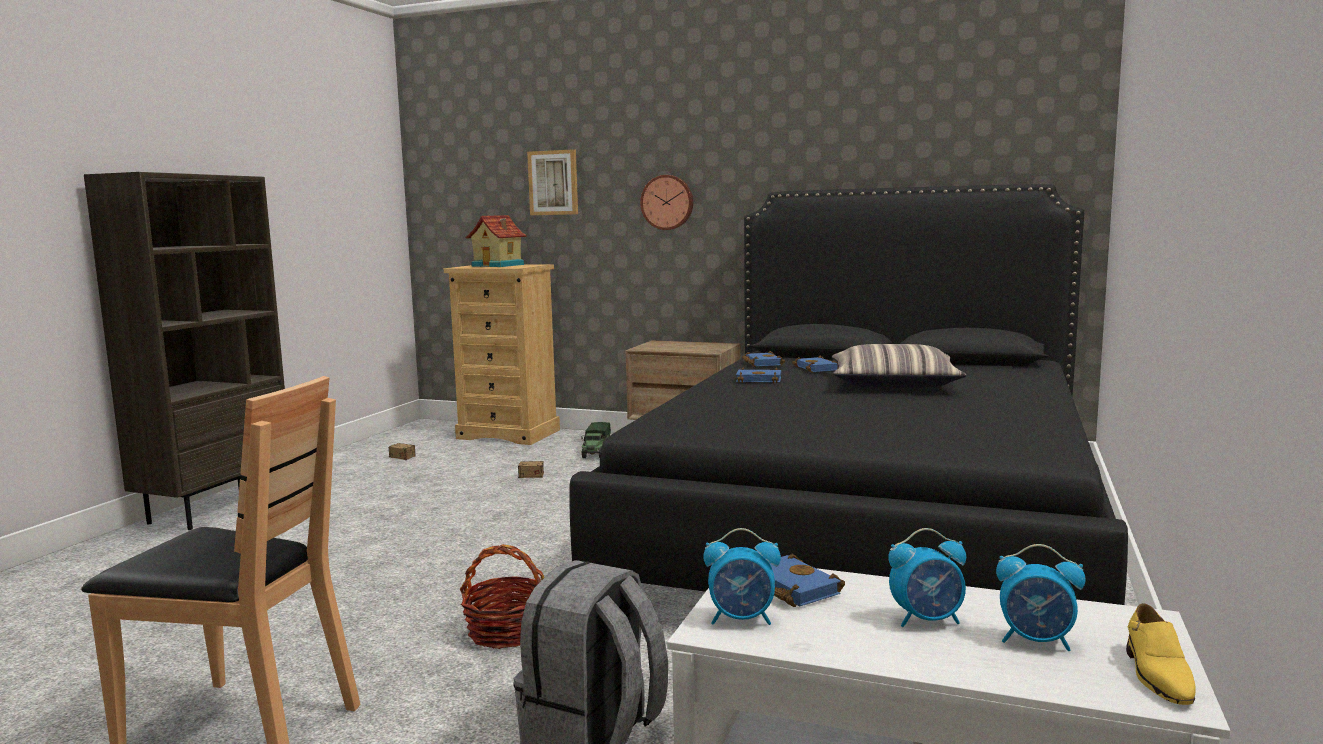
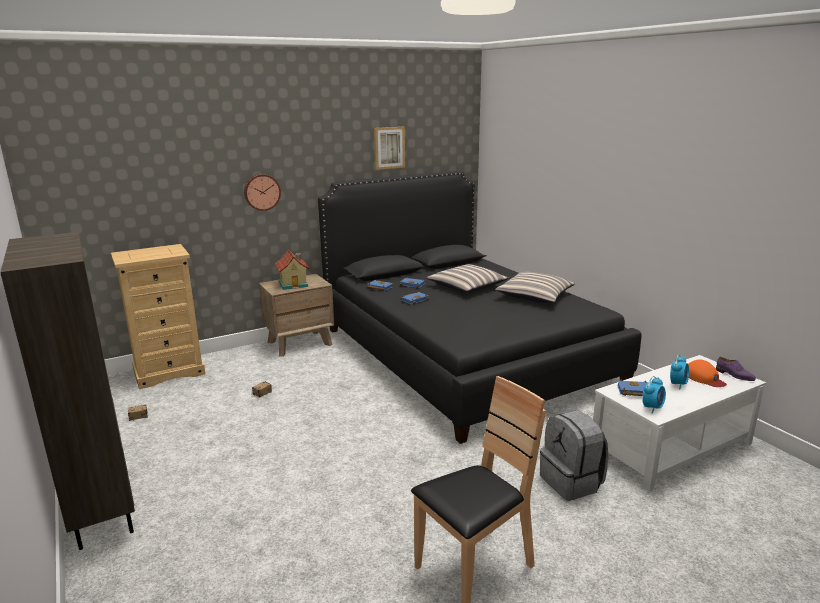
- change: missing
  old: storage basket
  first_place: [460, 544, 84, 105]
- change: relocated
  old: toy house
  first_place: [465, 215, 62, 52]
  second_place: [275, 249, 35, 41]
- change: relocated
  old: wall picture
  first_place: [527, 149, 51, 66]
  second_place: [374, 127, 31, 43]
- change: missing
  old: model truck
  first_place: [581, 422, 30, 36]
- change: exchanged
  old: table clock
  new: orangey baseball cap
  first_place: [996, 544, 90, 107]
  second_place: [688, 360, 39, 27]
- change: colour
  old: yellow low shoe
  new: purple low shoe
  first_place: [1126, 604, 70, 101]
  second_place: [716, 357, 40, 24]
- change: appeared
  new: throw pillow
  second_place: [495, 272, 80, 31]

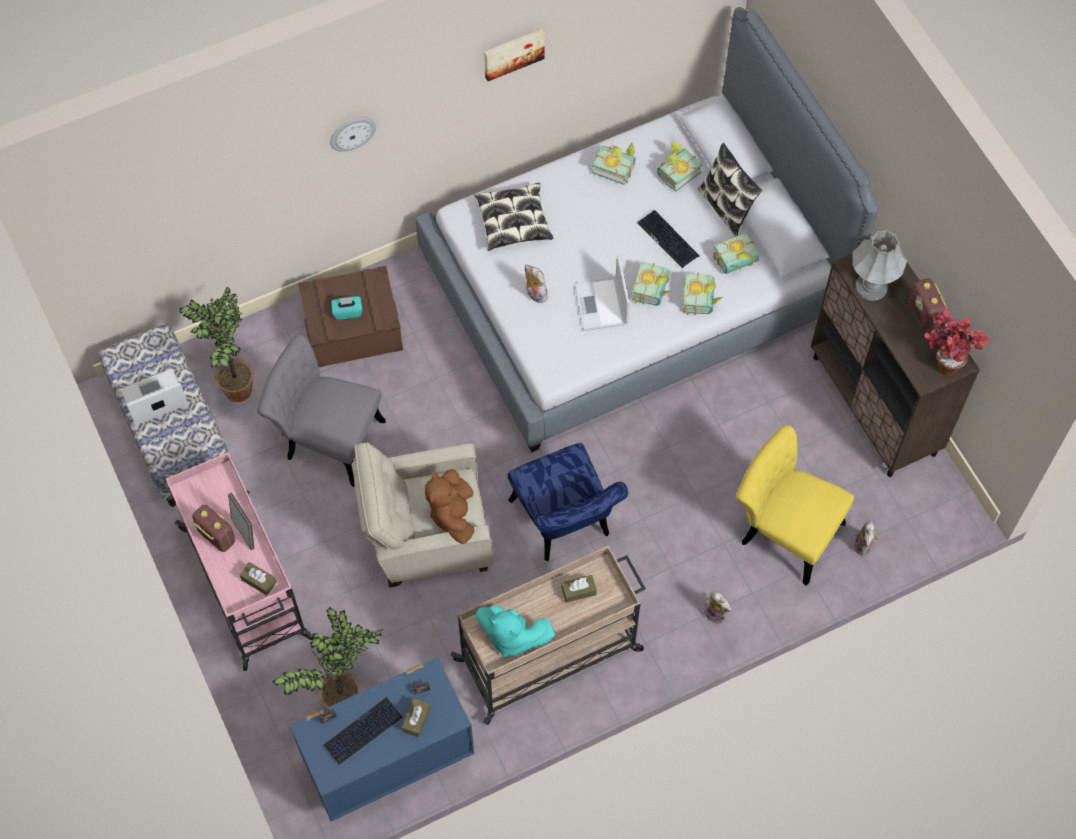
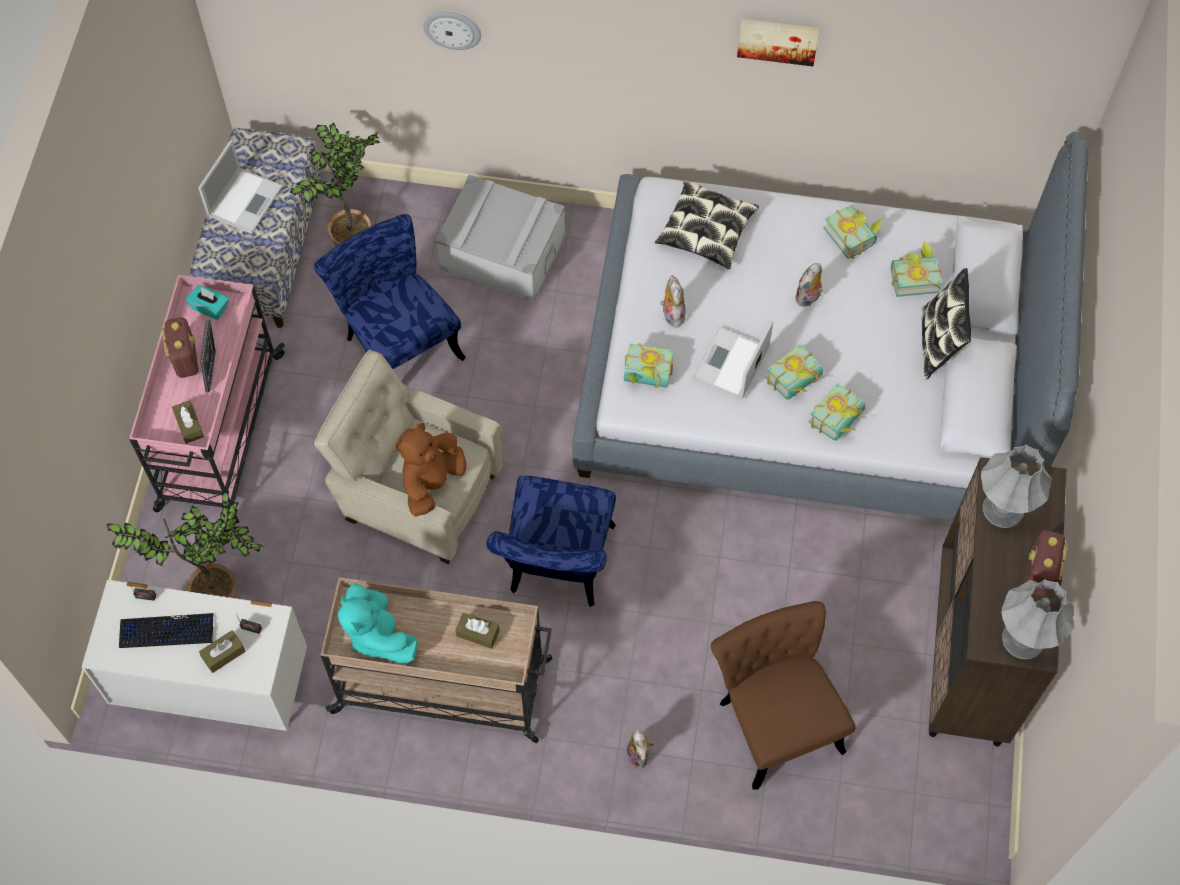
- change: spun
  old: portable computer
  first_place: [120, 369, 68, 56]
  second_place: [198, 140, 85, 94]
  degrees: 105
- change: colour
  old: grey plain chair
  new: bluish plain chair
  first_place: [257, 334, 129, 153]
  second_place: [314, 214, 152, 155]
- change: colour
  old: bluish dresser
  new: white dresser
  first_place: [290, 657, 184, 164]
  second_place: [82, 580, 225, 151]
- change: colour
  old: brownish storage container
  new: grey storage container
  first_place: [298, 266, 105, 101]
  second_place: [435, 174, 131, 128]
- change: relocated
  old: hanging clock
  first_place: [330, 117, 46, 35]
  second_place: [423, 12, 58, 38]
- change: relocated
  old: blue-green tissue holder
  first_place: [331, 297, 32, 23]
  second_place: [186, 285, 43, 35]
- change: missing
  old: keyboard
  first_place: [637, 210, 62, 58]
- change: relocated
  old: bound book
  first_place: [713, 233, 46, 41]
  second_place: [624, 343, 49, 45]
- change: colour
  old: yellow plain chair
  new: brownish plain chair
  first_place: [736, 425, 118, 161]
  second_place: [711, 601, 145, 189]
- change: relocated
  old: cuddly toy
  first_place: [853, 521, 26, 35]
  second_place: [795, 263, 28, 44]
- change: exchanged
  old: houseplant
  new: grey table lamp
  first_place: [925, 309, 65, 66]
  second_place: [1001, 579, 73, 80]

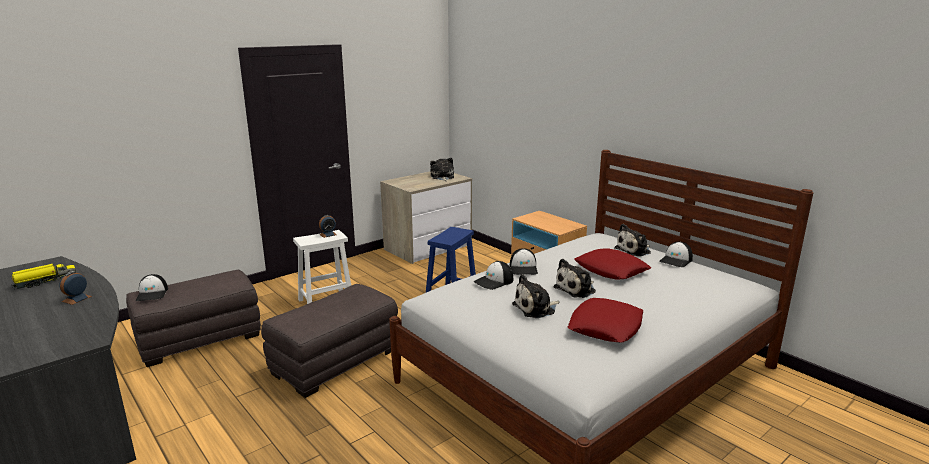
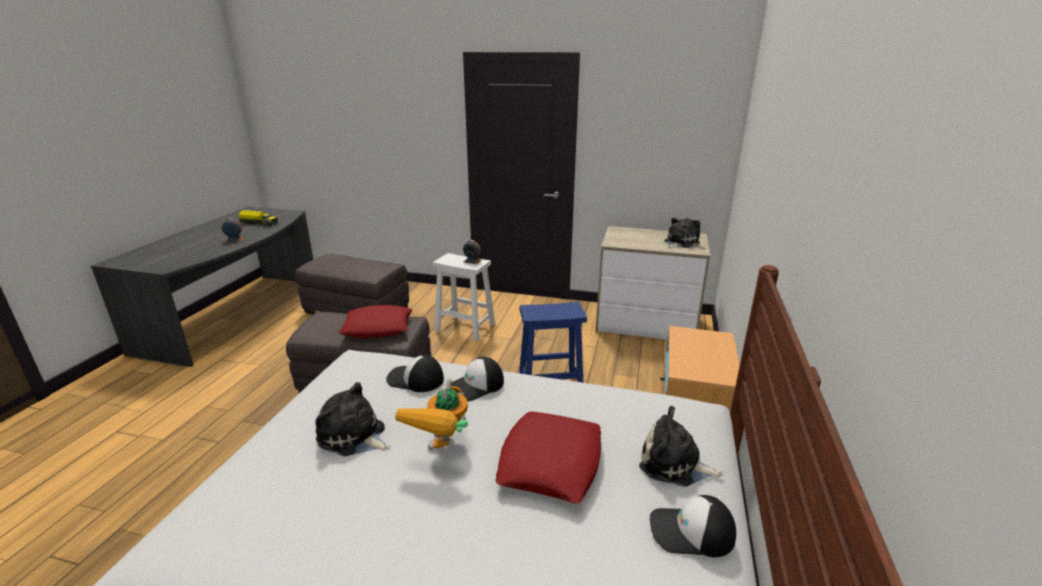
- change: missing
  old: baseball cap
  first_place: [136, 274, 32, 27]
- change: exchanged
  old: cuddly toy
  new: model robot
  first_place: [553, 259, 43, 39]
  second_place: [395, 378, 73, 73]
- change: relocated
  old: red-coloured throw pillow
  first_place: [568, 298, 75, 44]
  second_place: [339, 305, 74, 33]

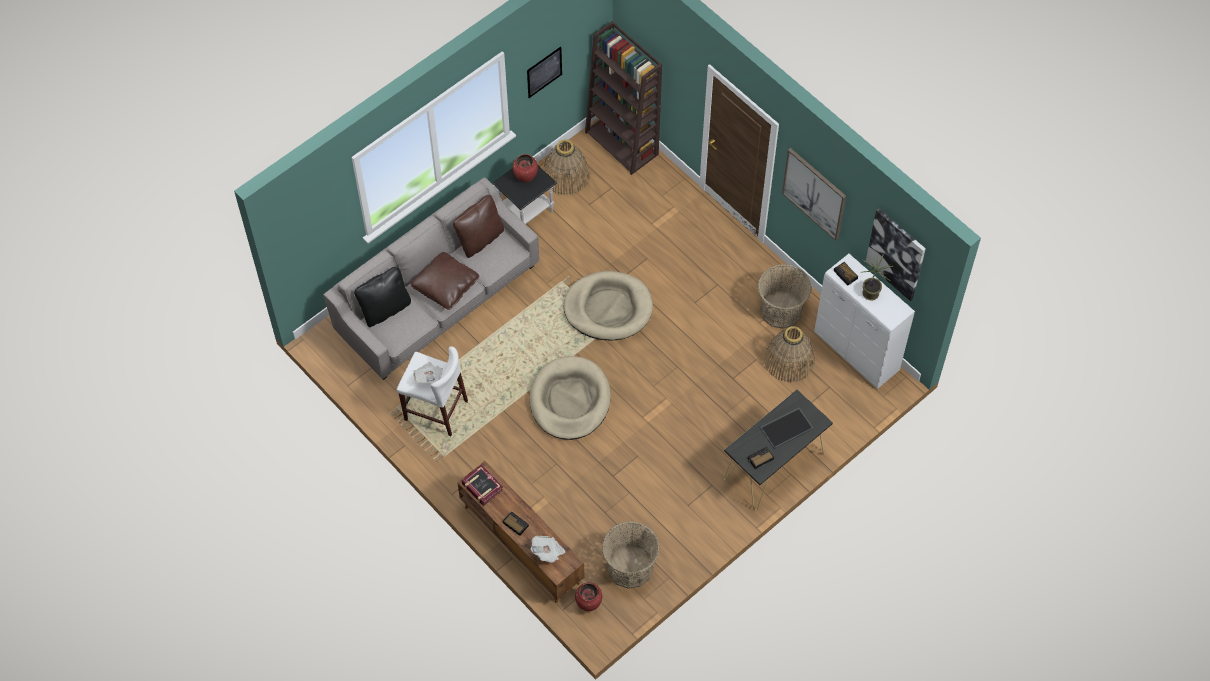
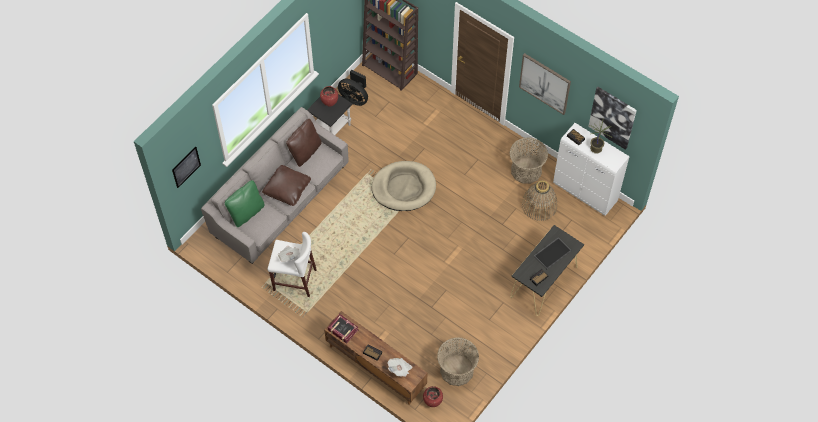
- change: colour
  old: blackish throw pillow
  new: green throw pillow
  first_place: [354, 267, 57, 60]
  second_place: [225, 180, 40, 47]
- change: relocated
  old: wall picture
  first_place: [527, 47, 35, 51]
  second_place: [172, 147, 29, 41]
- change: missing
  old: sand-coloured dog bed
  first_place: [530, 356, 81, 84]
- change: exchanged
  old: storage basket
  new: blackish electric fan
  first_place: [543, 139, 47, 56]
  second_place: [338, 70, 30, 36]

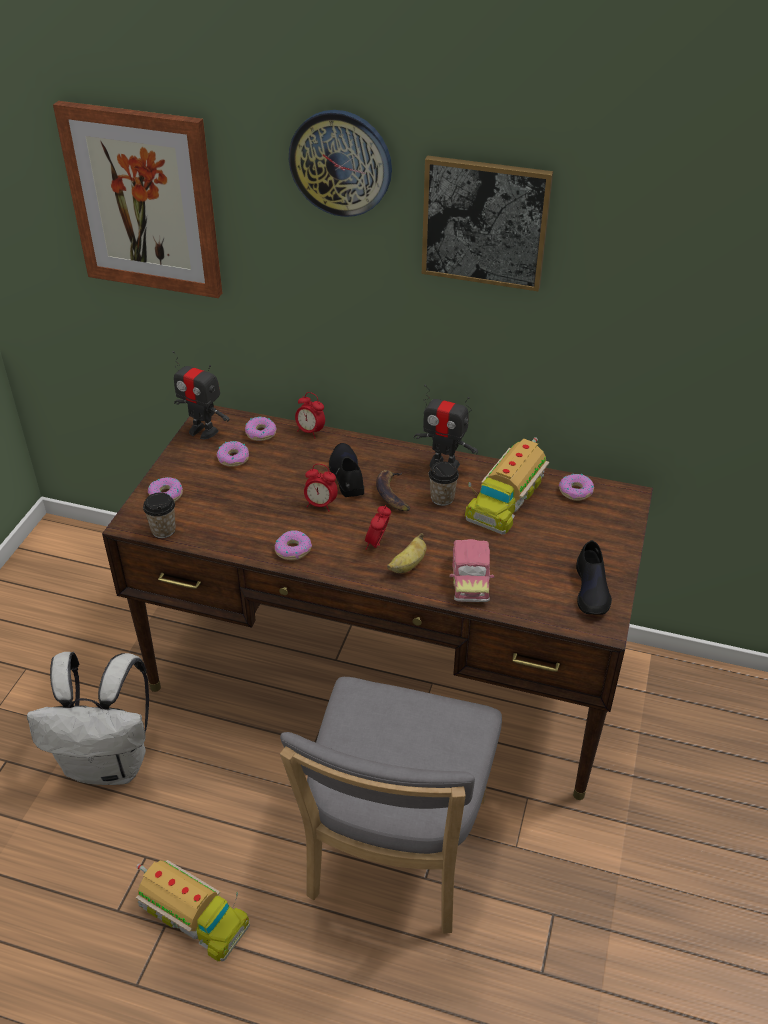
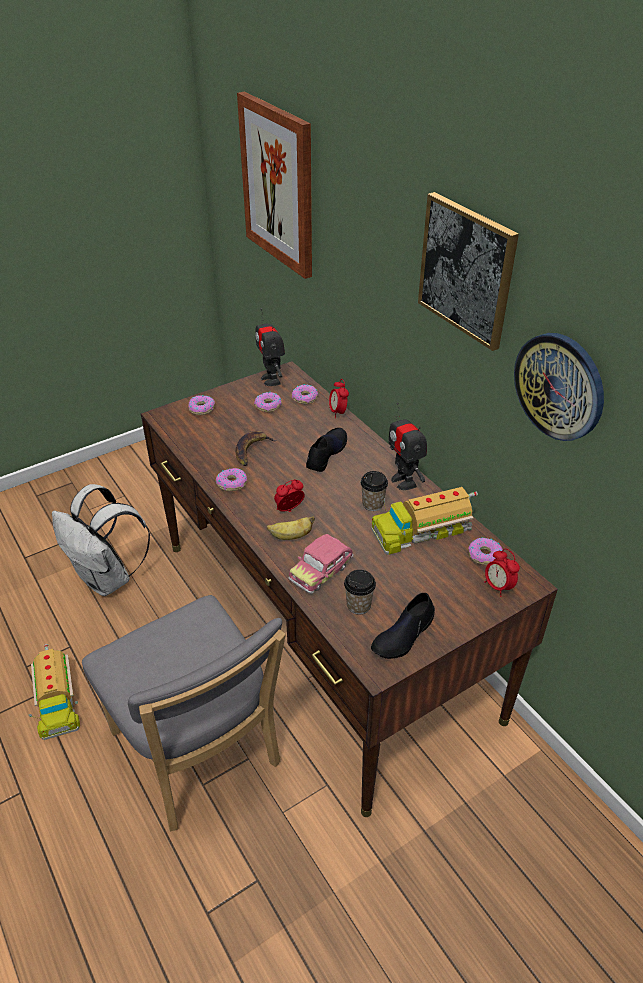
- change: relocated
  old: cup
  first_place: [143, 493, 33, 45]
  second_place: [344, 570, 32, 45]
- change: spun
  old: grey plain chair
  first_place: [280, 677, 222, 257]
  second_place: [82, 595, 204, 236]
  degrees: -90
- change: relocated
  old: hanging clock
  first_place: [289, 110, 103, 107]
  second_place: [514, 333, 90, 108]
- change: relocated
  old: table clock
  first_place: [304, 464, 34, 47]
  second_place: [484, 548, 36, 49]
- change: relocated
  old: banana fruit
  first_place: [376, 470, 34, 41]
  second_place: [236, 431, 41, 35]

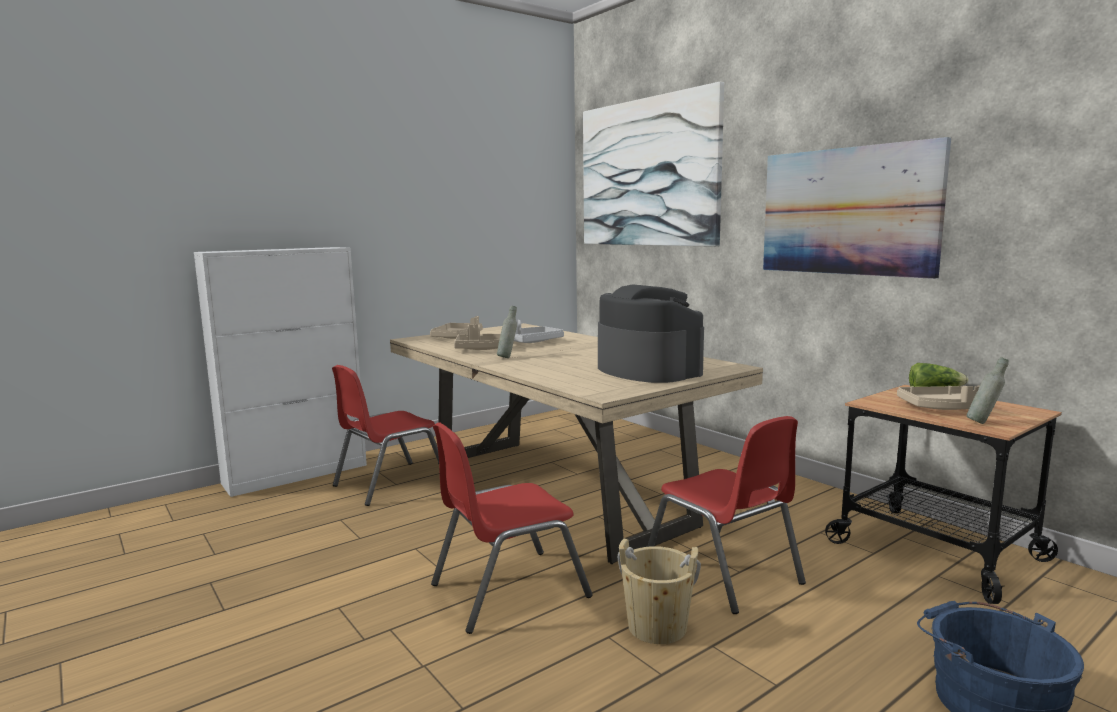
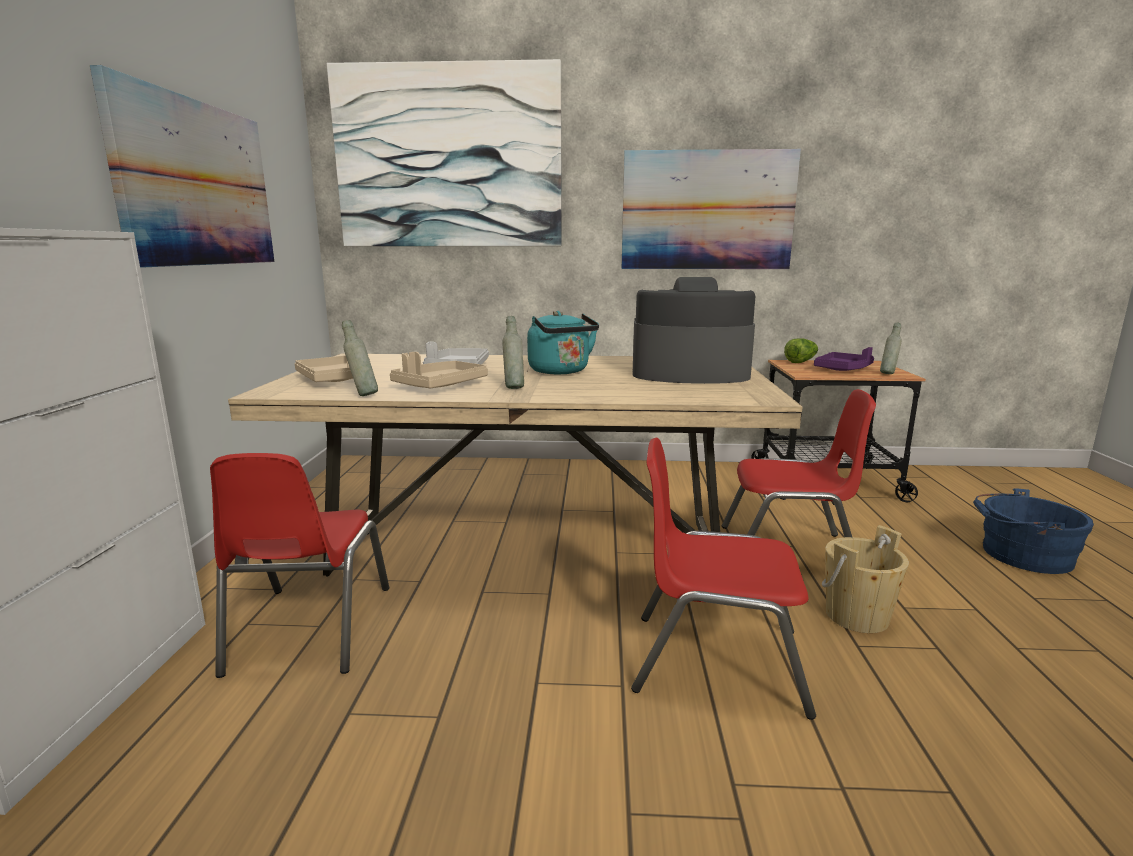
- change: spun
  old: red-coloured plain chair
  first_place: [431, 423, 161, 211]
  second_place: [631, 438, 185, 282]
  degrees: 90
- change: colour
  old: sand-coloured carrying tray
  new: purple carrying tray
  first_place: [897, 385, 98, 25]
  second_place: [814, 347, 60, 24]
- change: appeared
  new: wall picture
  second_place: [90, 65, 184, 203]
- change: appeared
  new: grey bottle
  second_place: [342, 320, 36, 76]
- change: appeared
  new: blue-green kettle
  second_place: [527, 311, 72, 63]

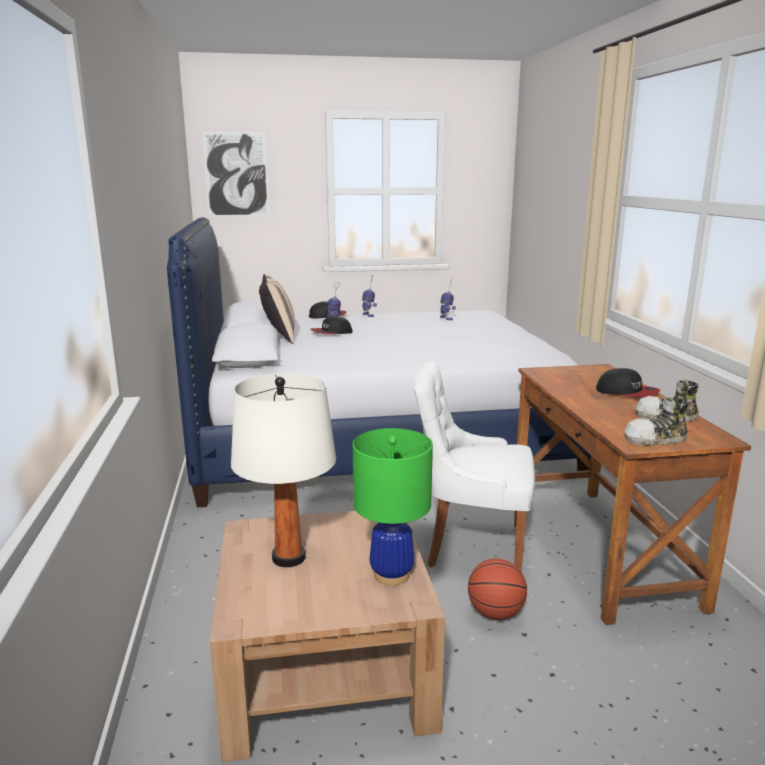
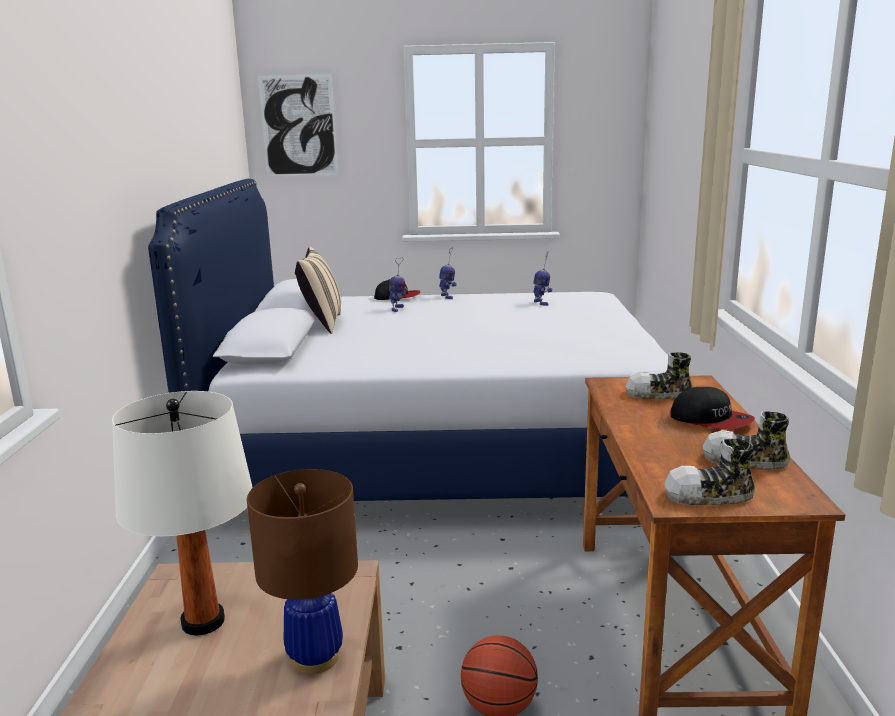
- change: missing
  old: baseball cap
  first_place: [310, 316, 43, 18]
- change: colour
  old: green table lamp
  new: brownish table lamp
  first_place: [353, 428, 80, 157]
  second_place: [247, 469, 111, 205]
- change: missing
  old: white plain chair
  first_place: [414, 361, 121, 210]
- change: appeared
  new: low shoe
  second_place: [625, 352, 68, 47]

